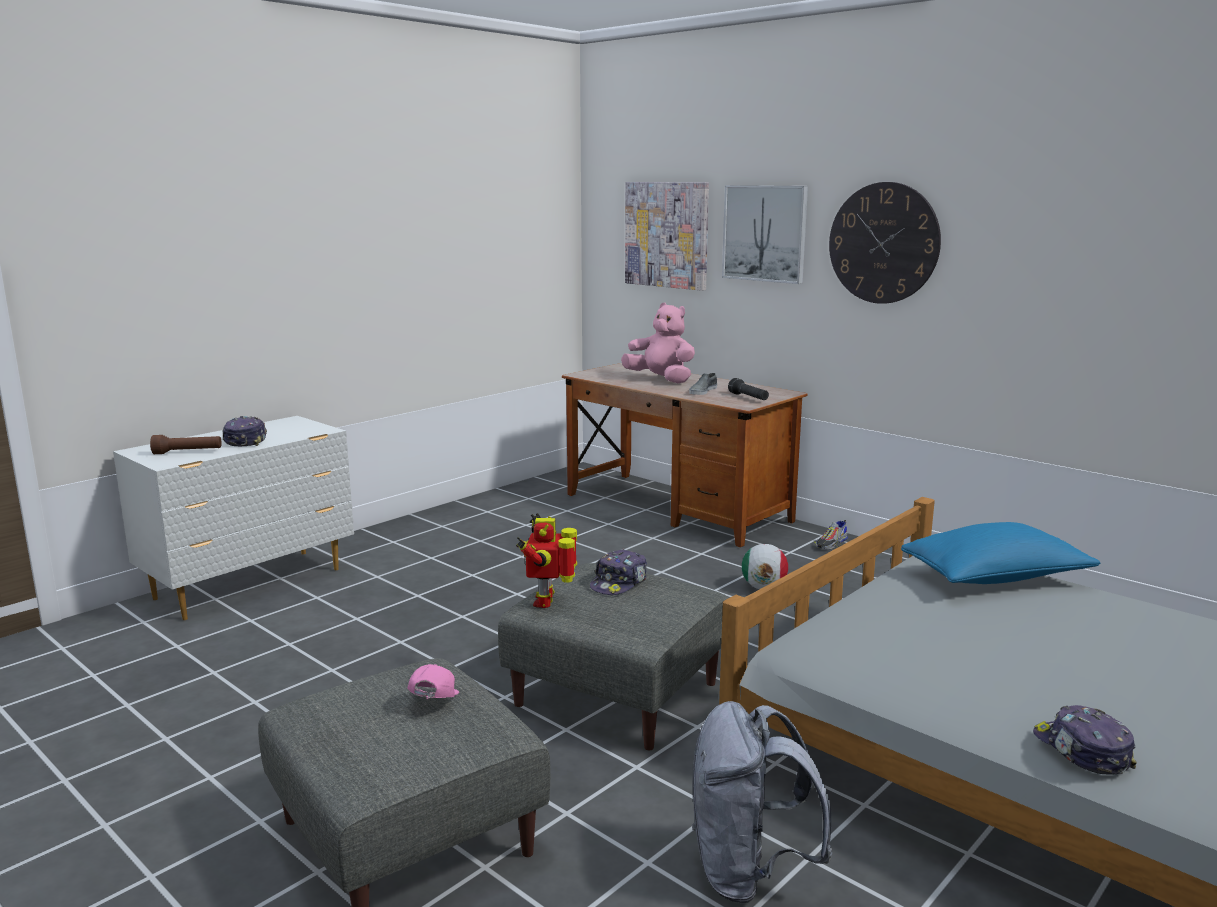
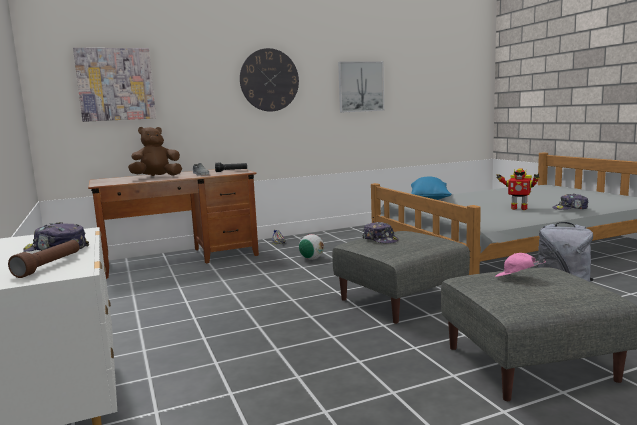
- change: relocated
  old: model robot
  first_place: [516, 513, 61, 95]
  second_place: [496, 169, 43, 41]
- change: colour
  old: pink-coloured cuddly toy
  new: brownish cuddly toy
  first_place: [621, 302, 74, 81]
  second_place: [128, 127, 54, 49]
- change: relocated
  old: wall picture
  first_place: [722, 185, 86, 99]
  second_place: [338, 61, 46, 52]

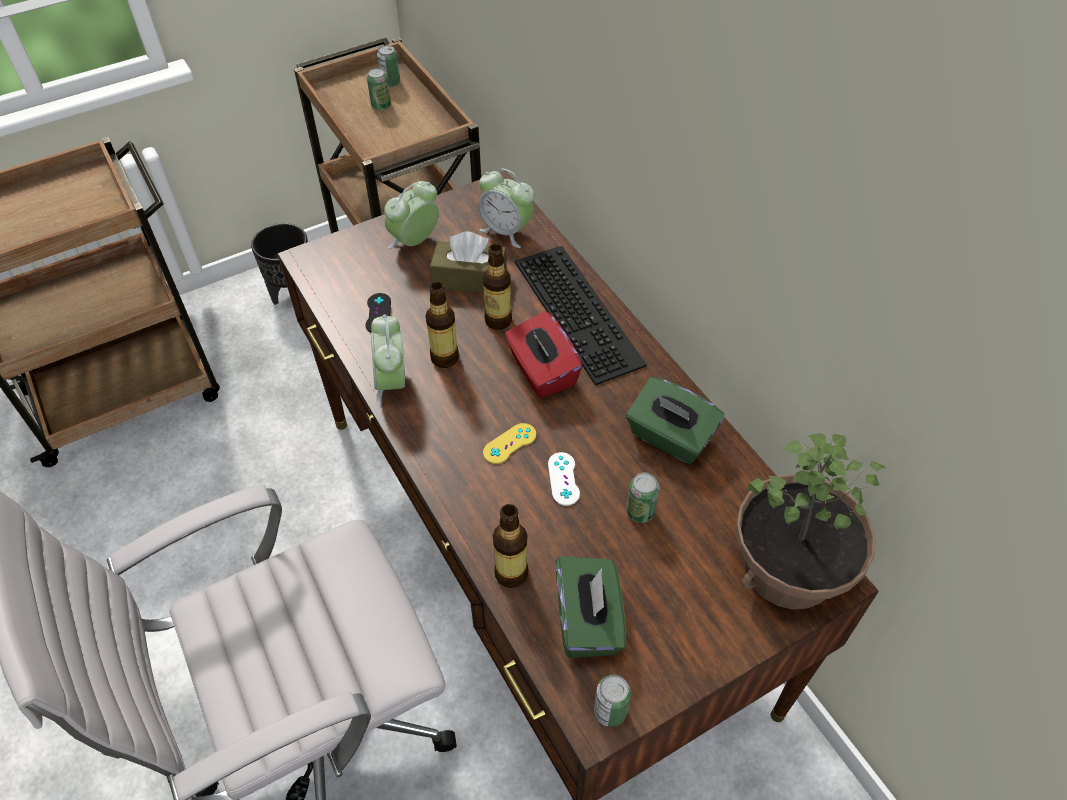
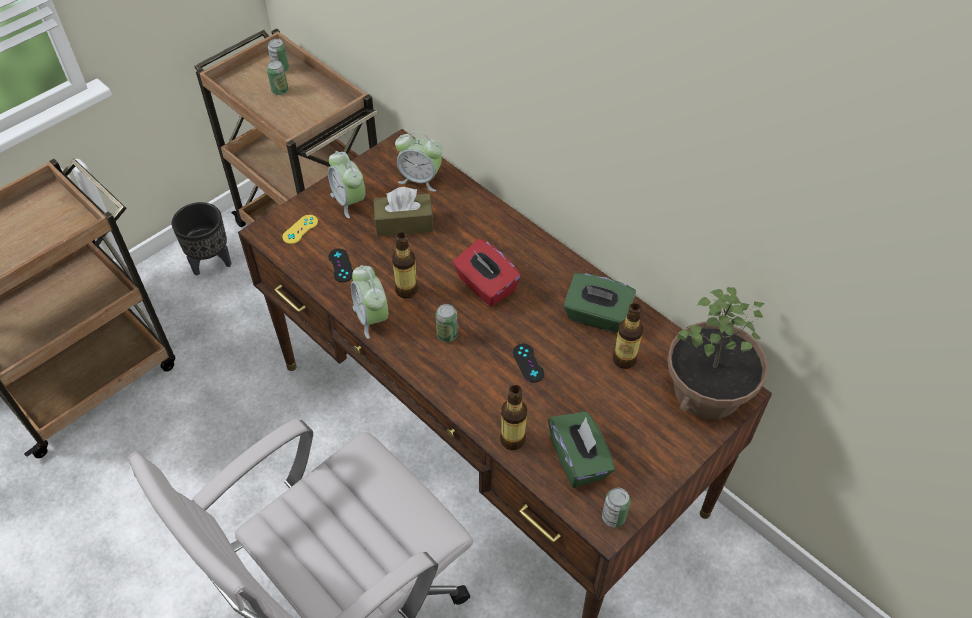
- change: spun
  old: table clock
  first_place: [384, 181, 55, 68]
  second_place: [328, 151, 37, 68]
  degrees: -60
- change: relocated
  old: bottle
  first_place: [483, 244, 29, 86]
  second_place: [613, 303, 30, 66]
- change: relocated
  old: yellow game controller
  first_place: [483, 423, 53, 41]
  second_place: [282, 215, 36, 29]
- change: missing
  old: keyboard
  first_place: [515, 246, 132, 139]
- change: colour
  old: white game controller
  new: blackish game controller
  first_place: [548, 452, 32, 54]
  second_place: [513, 344, 31, 39]
- change: relocated
  old: metal can
  first_place: [626, 473, 34, 50]
  second_place: [436, 304, 22, 38]

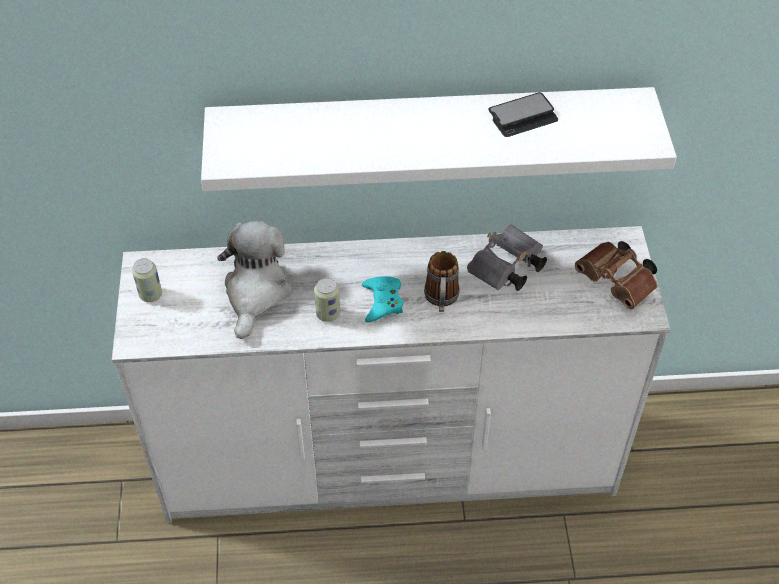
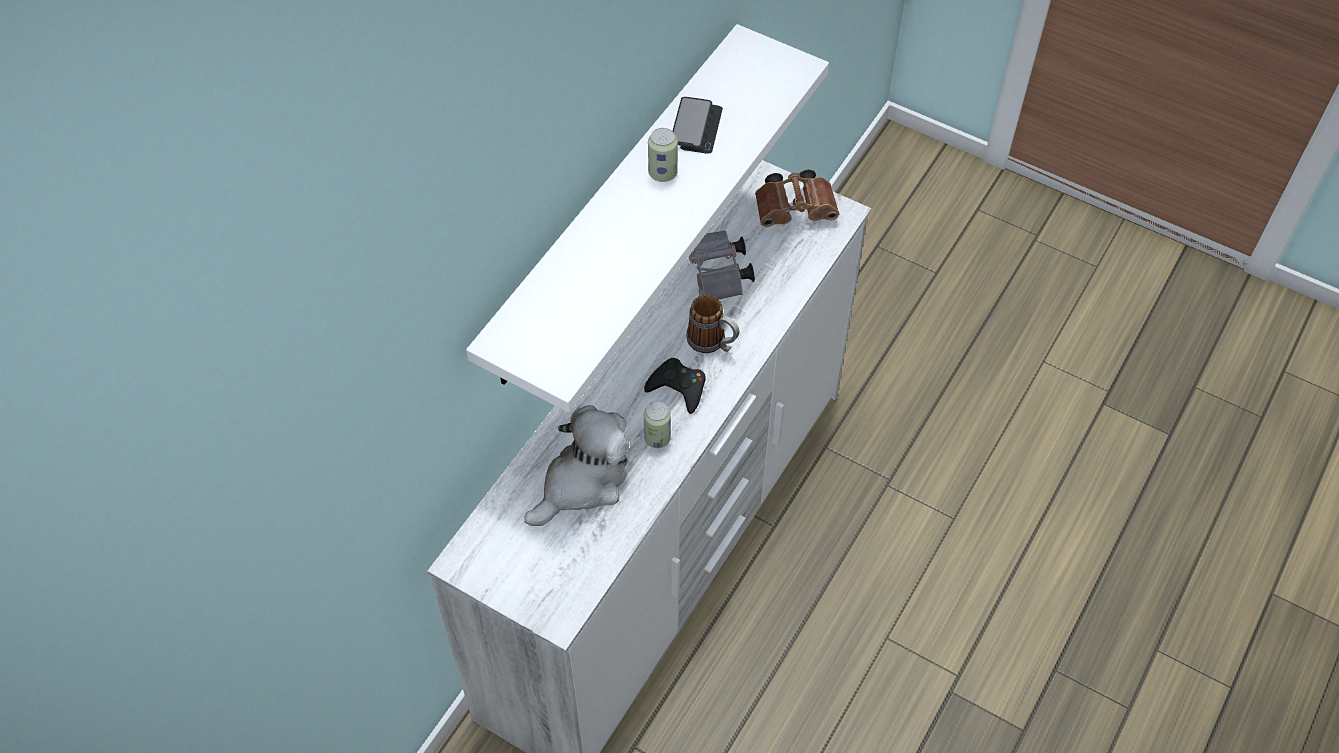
- change: relocated
  old: metal can
  first_place: [132, 258, 30, 44]
  second_place: [648, 128, 30, 54]
- change: spun
  old: cuddly toy
  first_place: [217, 221, 75, 118]
  second_place: [524, 405, 106, 121]
  degrees: 90
- change: colour
  old: blue-green game controller
  new: blackish game controller
  first_place: [362, 276, 41, 46]
  second_place: [644, 358, 62, 56]

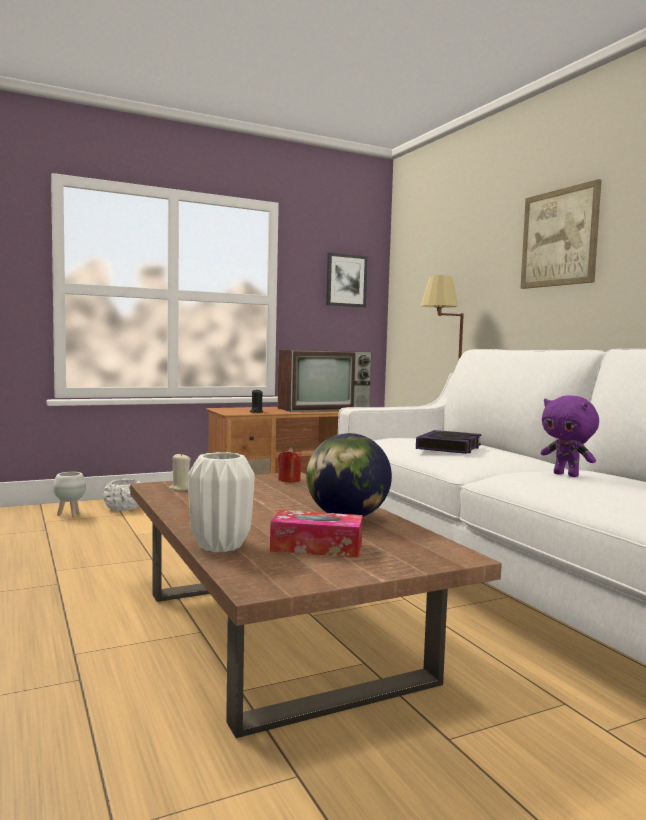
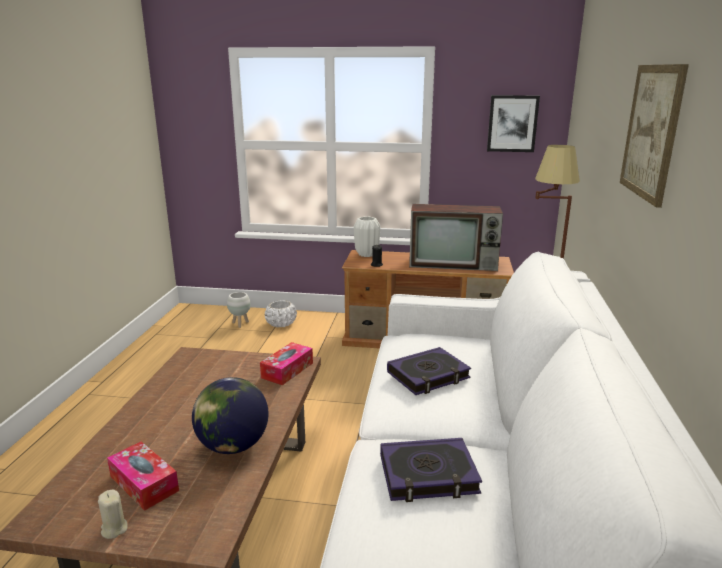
- change: relocated
  old: sand-coloured wax candle
  first_place: [169, 454, 22, 37]
  second_place: [98, 490, 30, 49]
- change: relocated
  old: white flower vase
  first_place: [188, 452, 67, 100]
  second_place: [354, 217, 26, 40]
- change: exchanged
  old: red-coloured wax candle
  new: tissue holder
  first_place: [278, 447, 24, 35]
  second_place: [260, 342, 53, 43]
- change: exchanged
  old: purple cuddly toy
  new: bound book
  first_place: [541, 395, 58, 82]
  second_place: [380, 438, 102, 64]

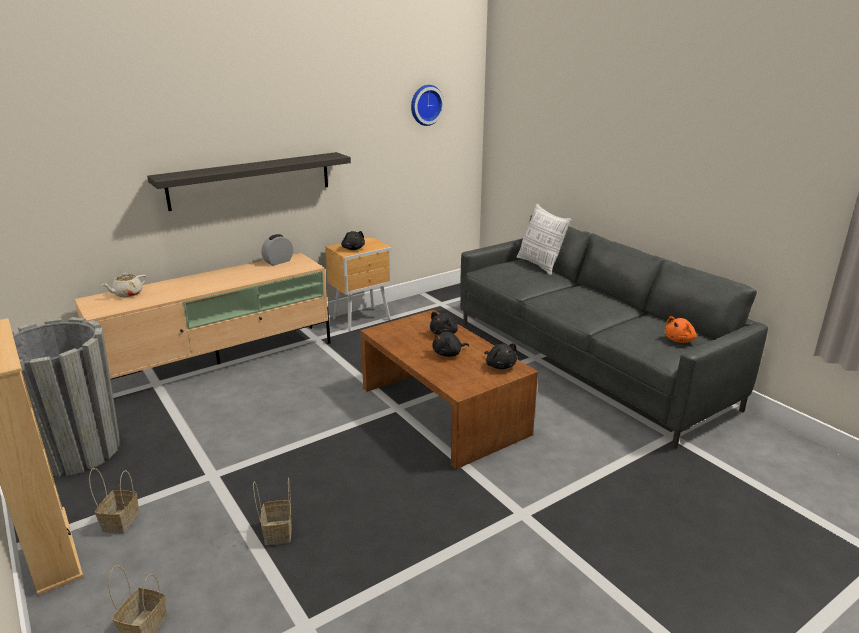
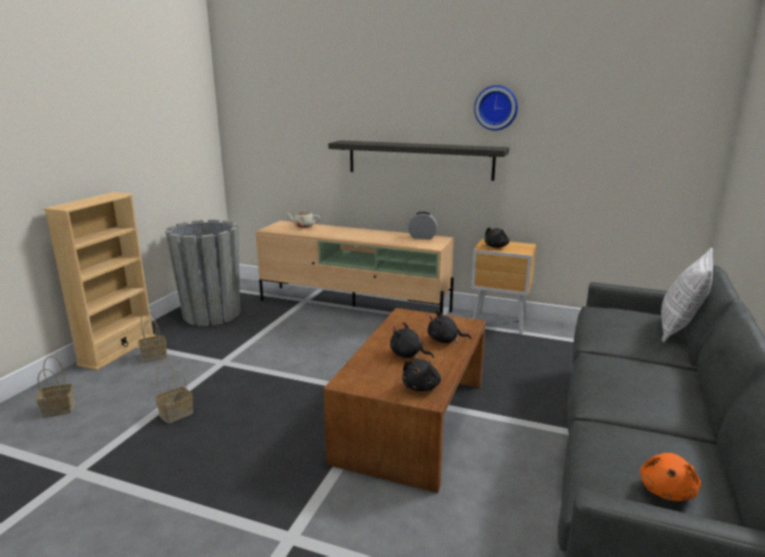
- change: relocated
  old: hanging clock
  first_place: [411, 85, 34, 41]
  second_place: [474, 85, 44, 46]
- change: spun
  old: orangey cuddly toy
  first_place: [664, 316, 33, 27]
  second_place: [640, 453, 61, 48]
  degrees: -75

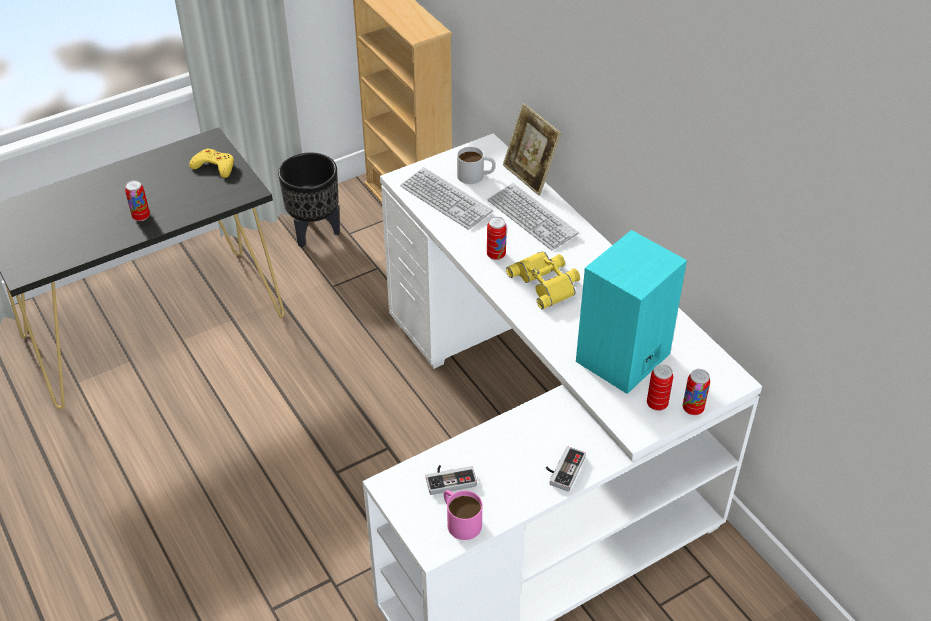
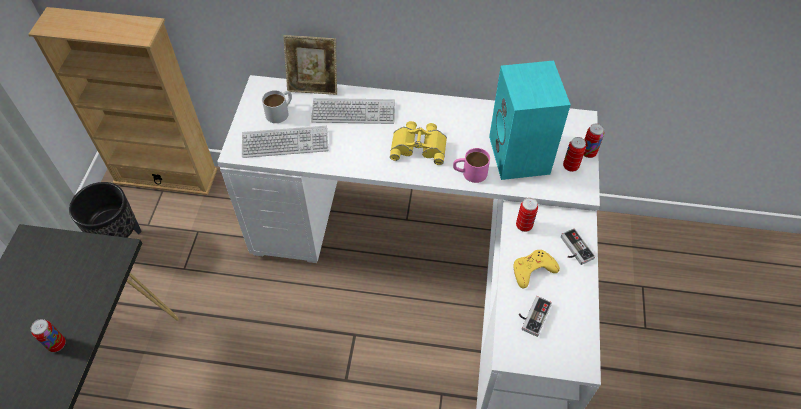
- change: relocated
  old: yellow game controller
  first_place: [189, 149, 45, 29]
  second_place: [513, 250, 47, 39]
- change: relocated
  old: pink-coloured mug
  first_place: [444, 490, 38, 50]
  second_place: [453, 148, 37, 35]
- change: relocated
  old: metal can
  first_place: [487, 217, 20, 43]
  second_place: [516, 198, 22, 34]

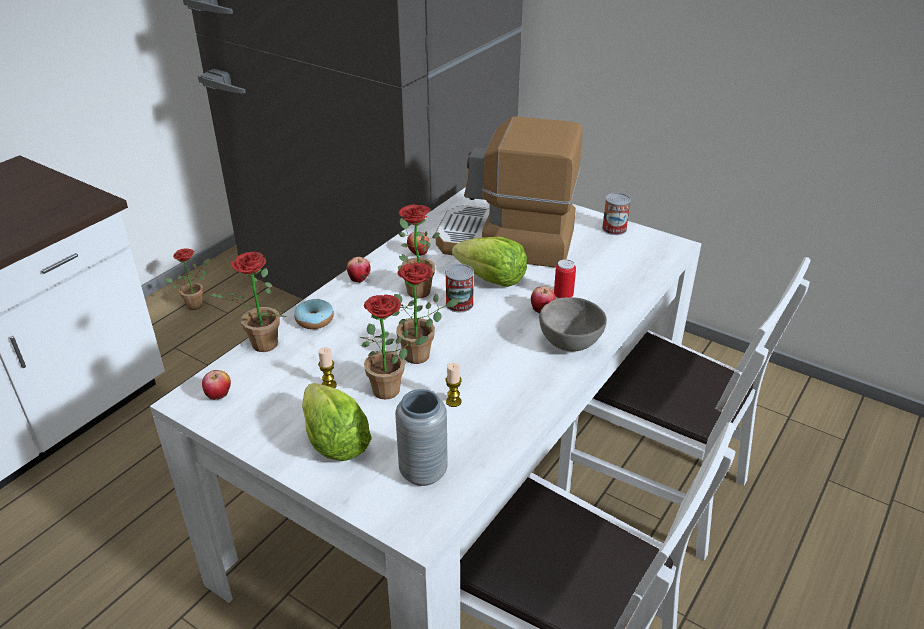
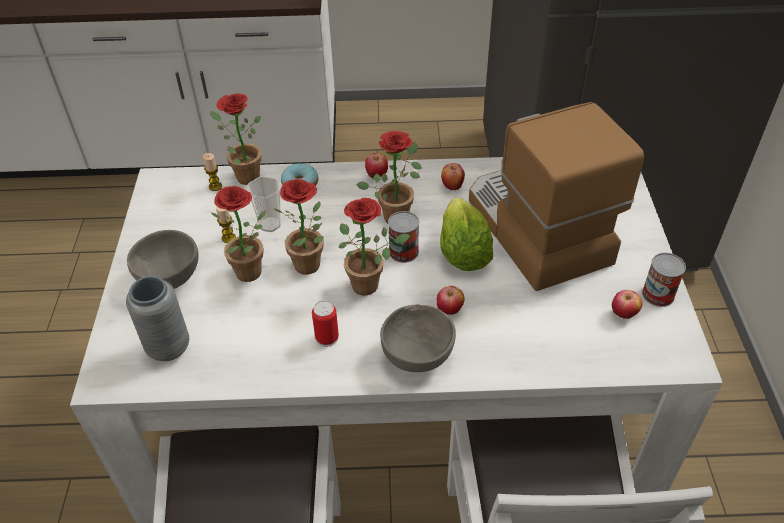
- change: relocated
  old: houseplant
  first_place: [165, 248, 45, 62]
  second_place: [338, 198, 72, 97]
- change: relocated
  old: apple fruit
  first_place: [202, 370, 29, 30]
  second_place: [612, 290, 30, 29]
- change: exchanged
  old: head of lettuce
  new: grey deep dish
  first_place: [302, 383, 70, 78]
  second_place: [127, 230, 72, 59]
- change: relocated
  old: wax candle
  first_place: [445, 363, 17, 44]
  second_place: [203, 153, 19, 38]
- change: relocated
  old: metal can
  first_place: [554, 259, 22, 40]
  second_place: [312, 301, 27, 46]
- change: appeared
  new: cup
  second_place: [247, 176, 34, 56]

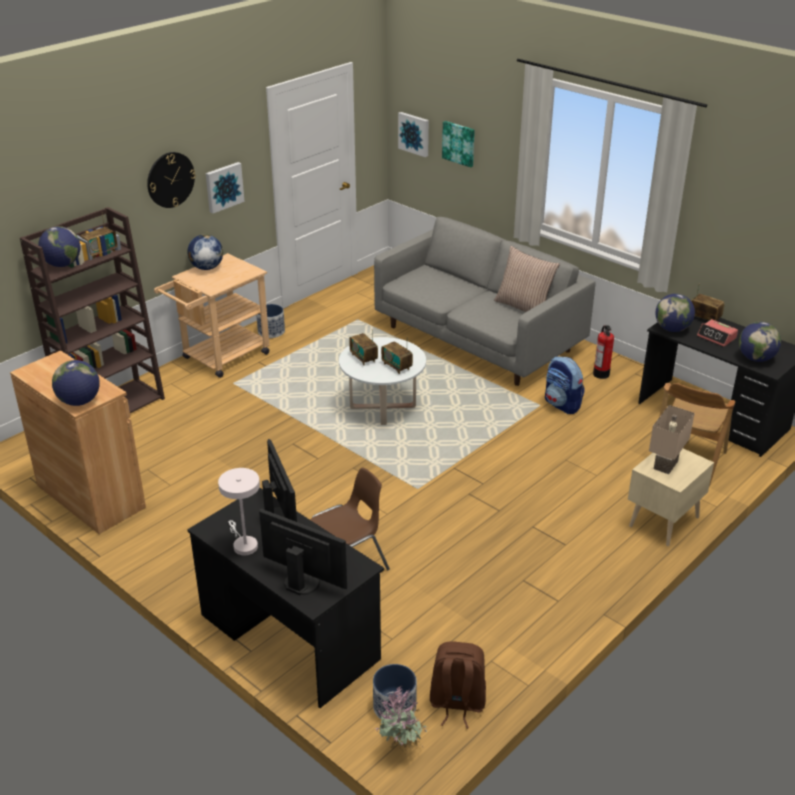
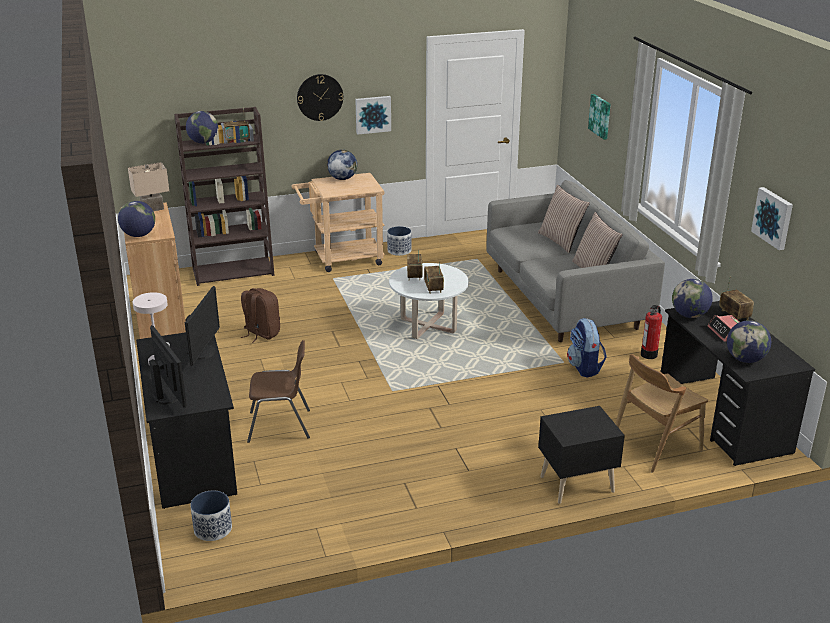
- change: missing
  old: houseplant
  first_place: [374, 686, 53, 64]
- change: relocated
  old: wall picture
  first_place: [398, 112, 31, 45]
  second_place: [751, 187, 42, 63]
- change: relocated
  old: brownish rucksack
  first_place: [430, 641, 56, 88]
  second_place: [240, 288, 40, 55]
- change: colour
  old: sand-coloured bedside table
  new: blackish bedside table
  first_place: [628, 448, 86, 98]
  second_place: [538, 406, 87, 98]
- change: relocated
  old: sand-coloured table lamp
  first_place: [649, 405, 46, 69]
  second_place: [128, 162, 41, 49]
- change: appeared
  new: throw pillow
  second_place: [538, 184, 52, 69]

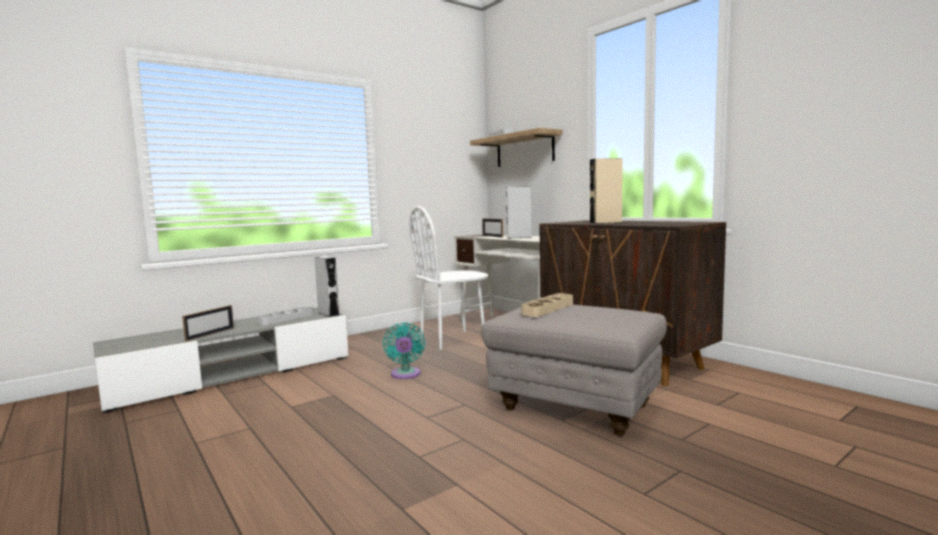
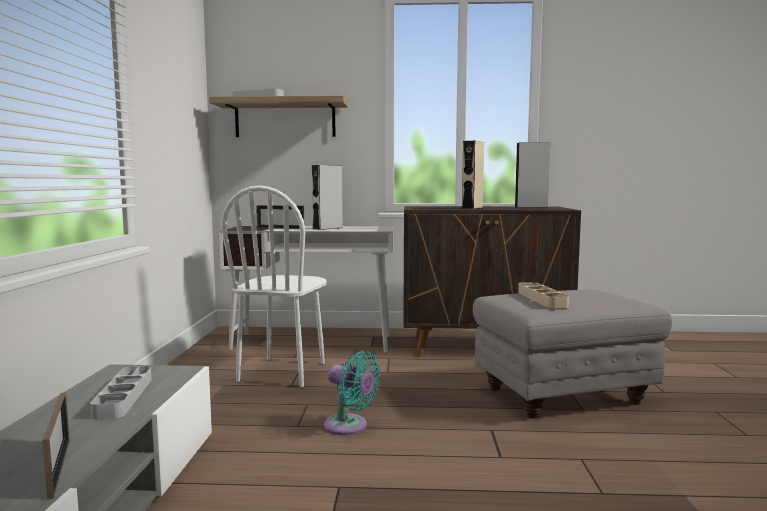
- change: relocated
  old: grey audio speaker
  first_place: [314, 256, 25, 61]
  second_place: [515, 142, 35, 66]

